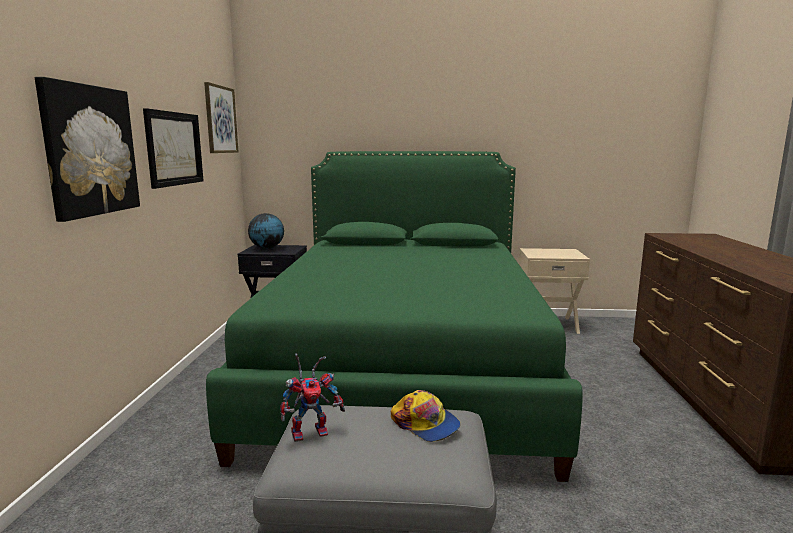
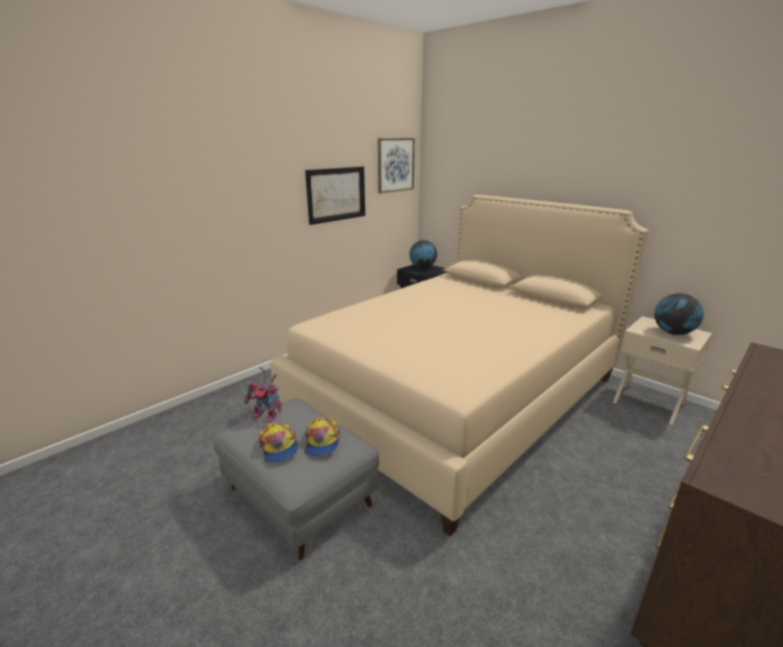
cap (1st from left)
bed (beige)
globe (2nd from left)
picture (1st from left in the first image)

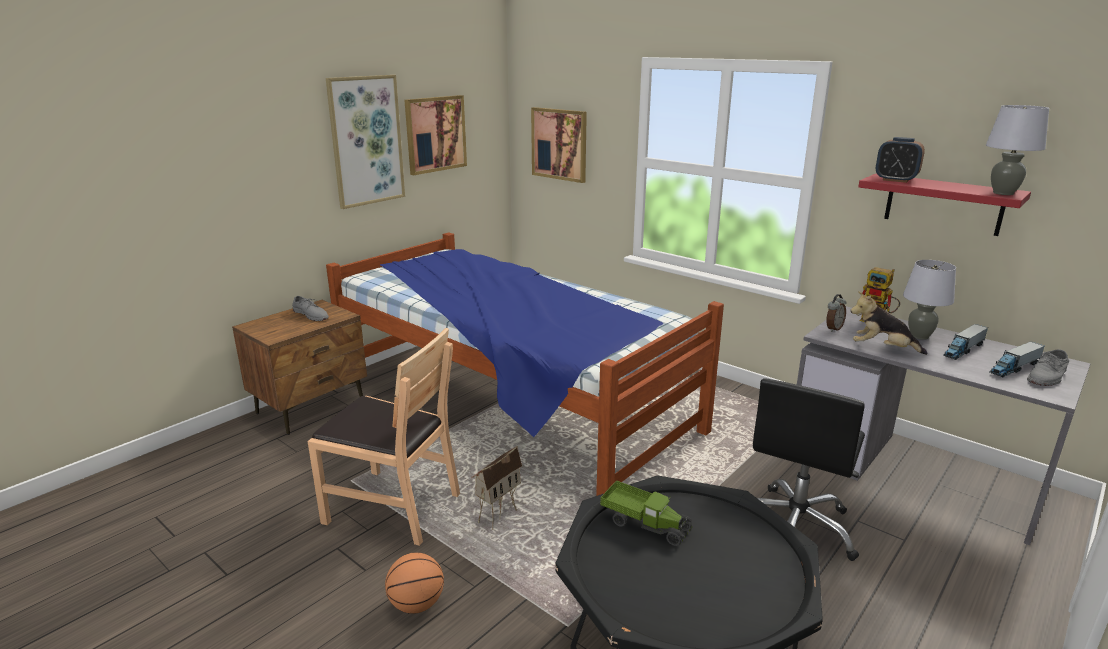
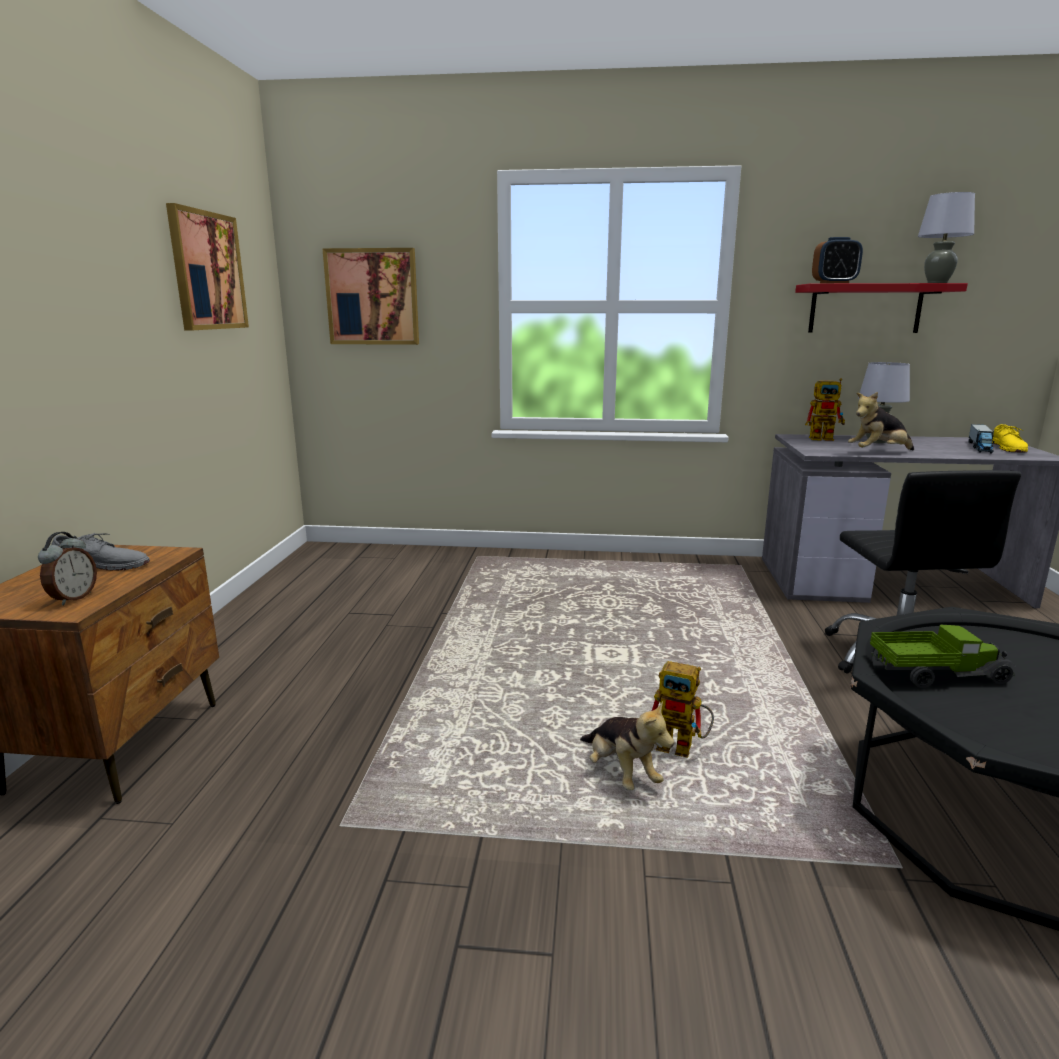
alarm clock (1st from left)
plush toy (1st from left)
toy robot (1st from left)
shoe (yellow)
chair (brown)
picture (1st from left in the first image)
bed
basketball
toy truck (2nd from left in the first image)

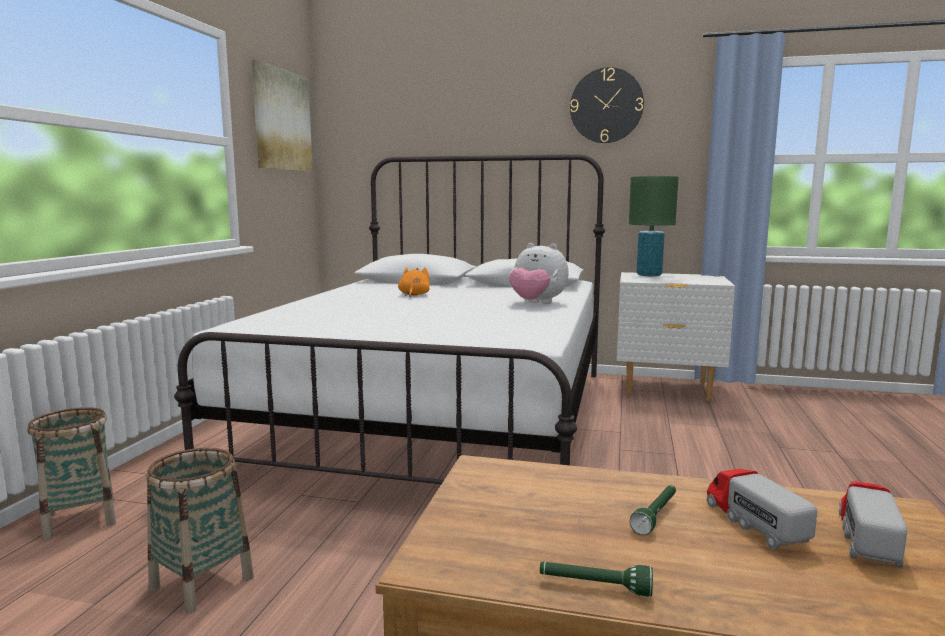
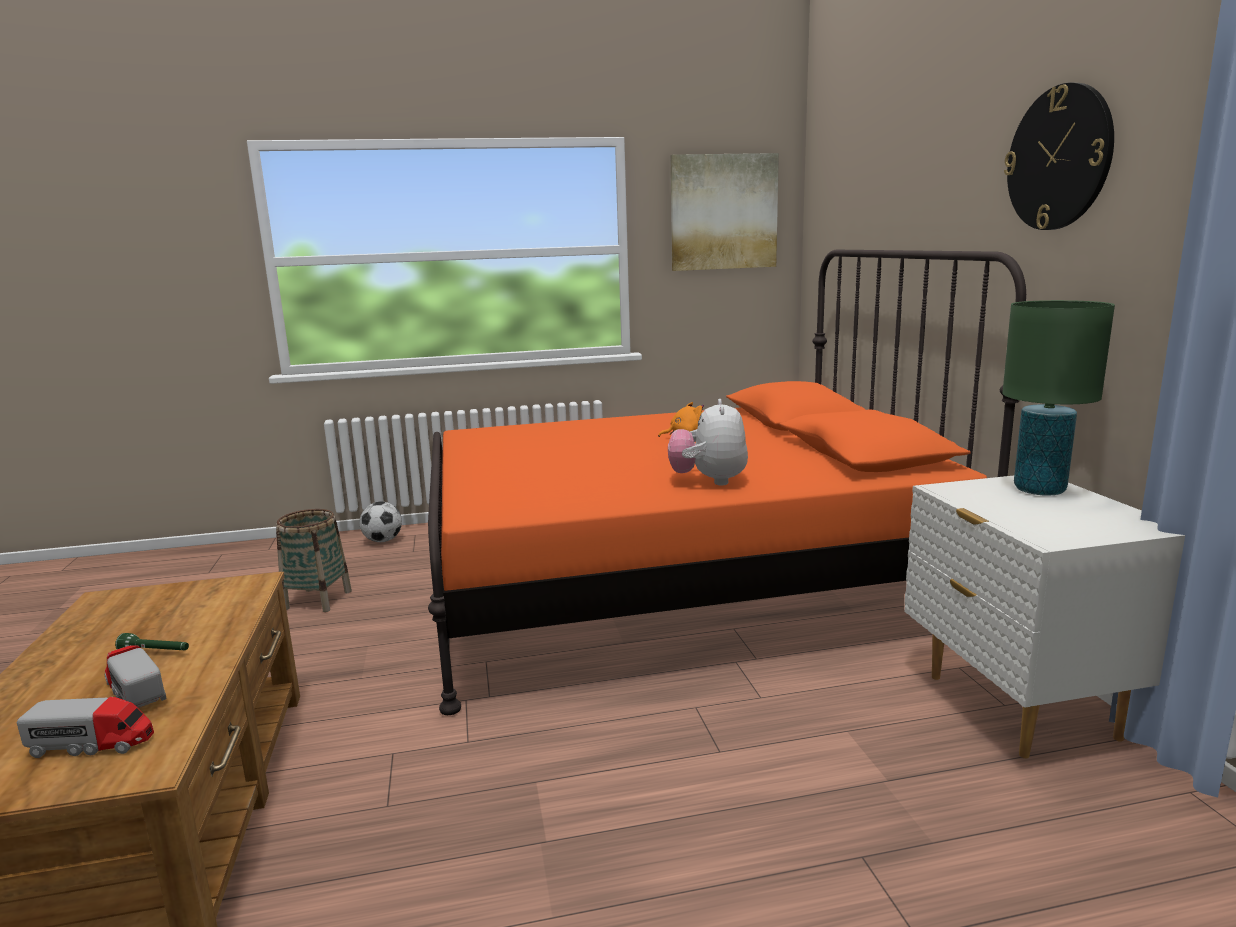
toy truck (2nd from left)
football
bed (orange)
flashlight (green) (1st from left in the first image)

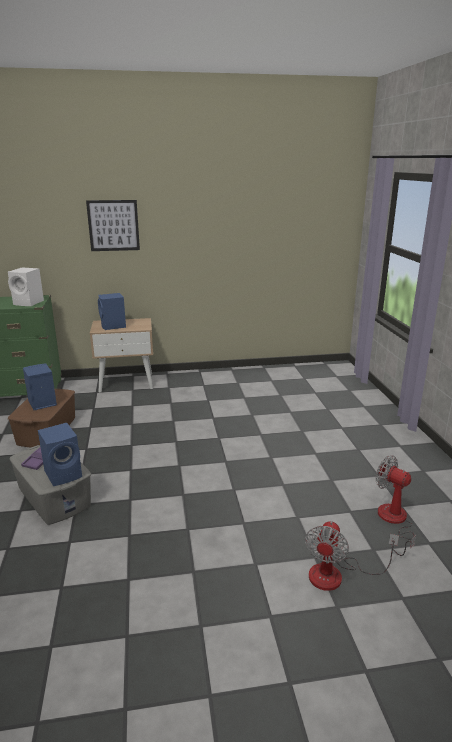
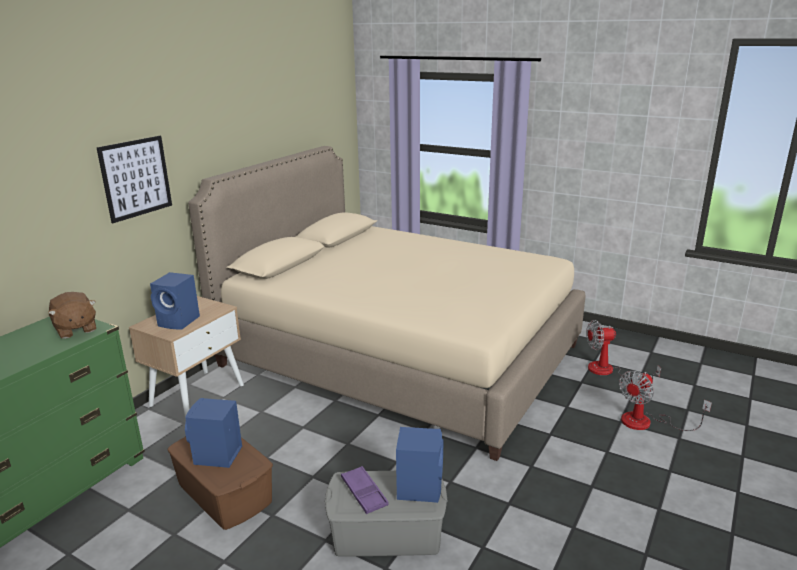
plush toy (brown)
bed (beige)
fan (2nd from left)

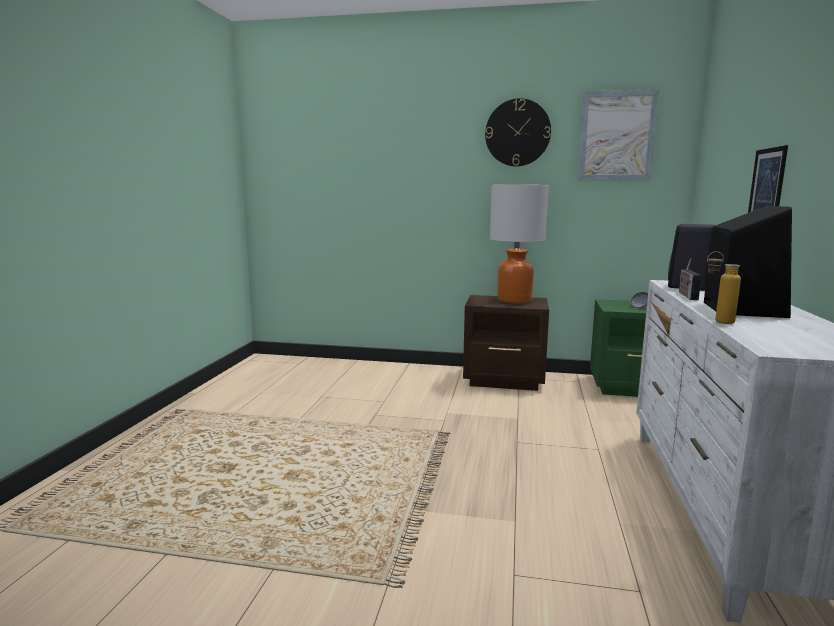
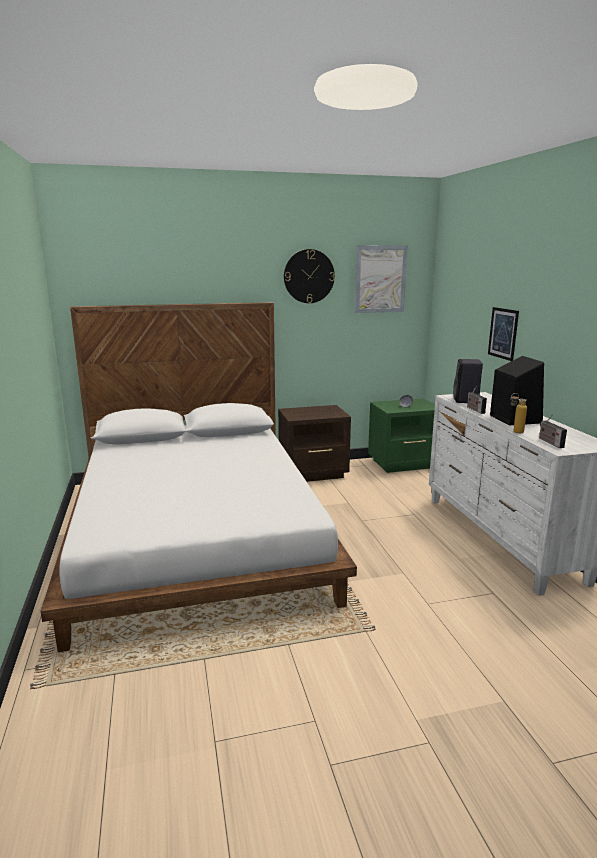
bed (white)
radio (2nd from left)
table lamp

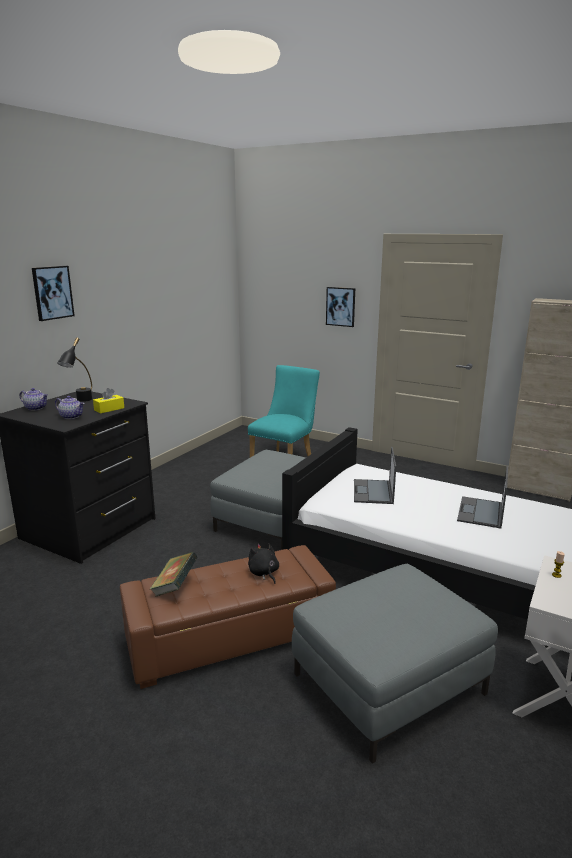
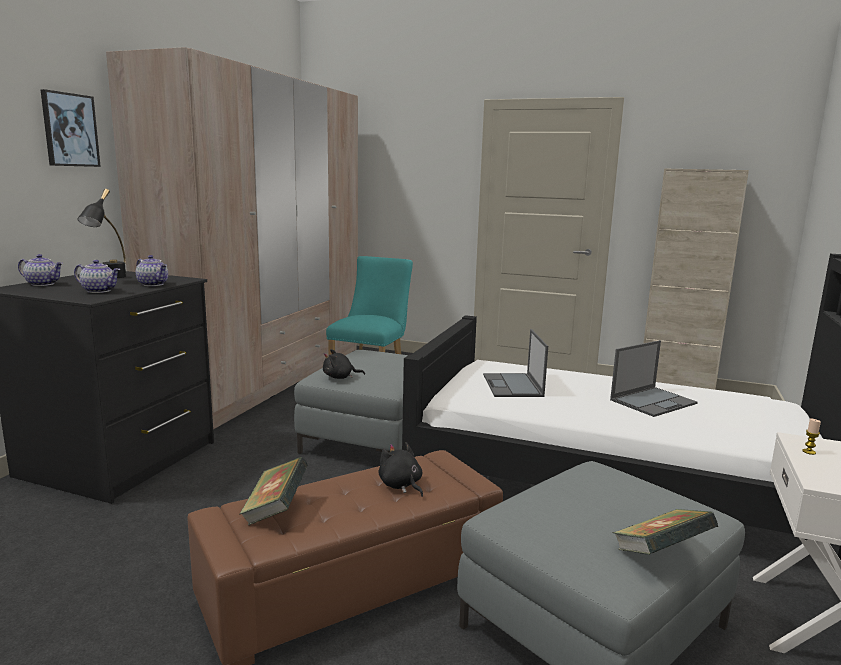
wardrobe (beige)
teapot (3rd from left)
plush toy (black) (1st from left)
laptop (2nd from left)
book (2nd from left)
picture (2nd from left in the first image)

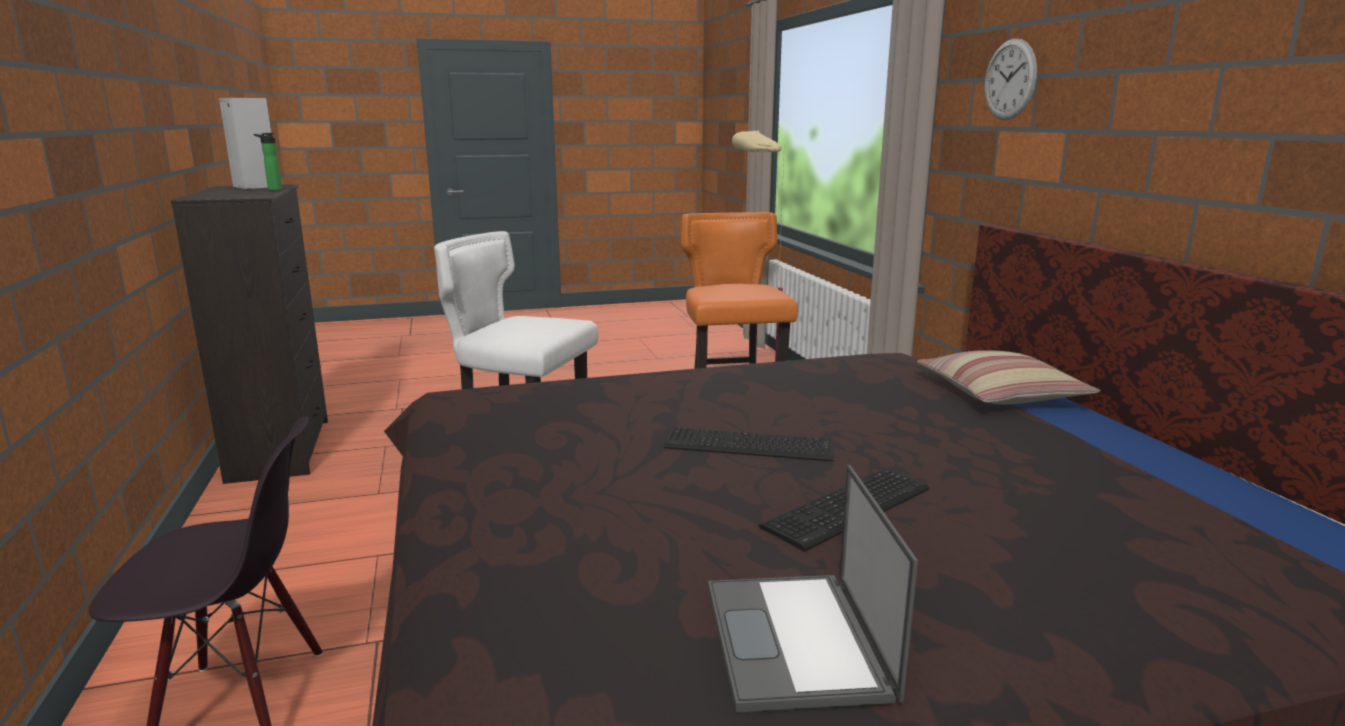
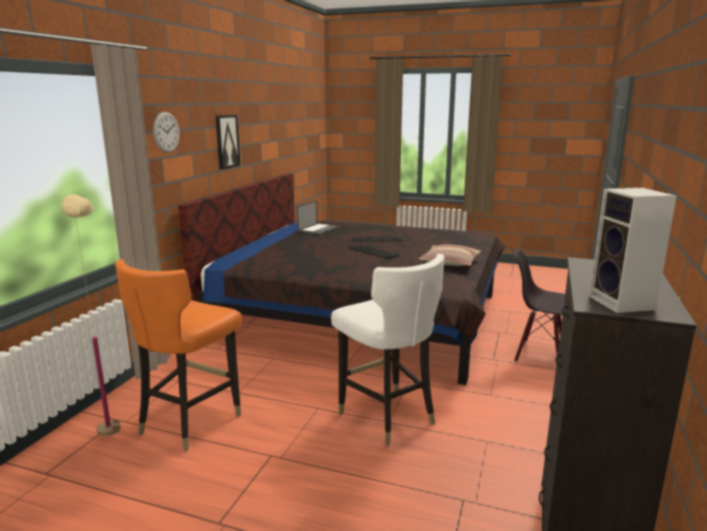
picture
laptop
pillow
bottle

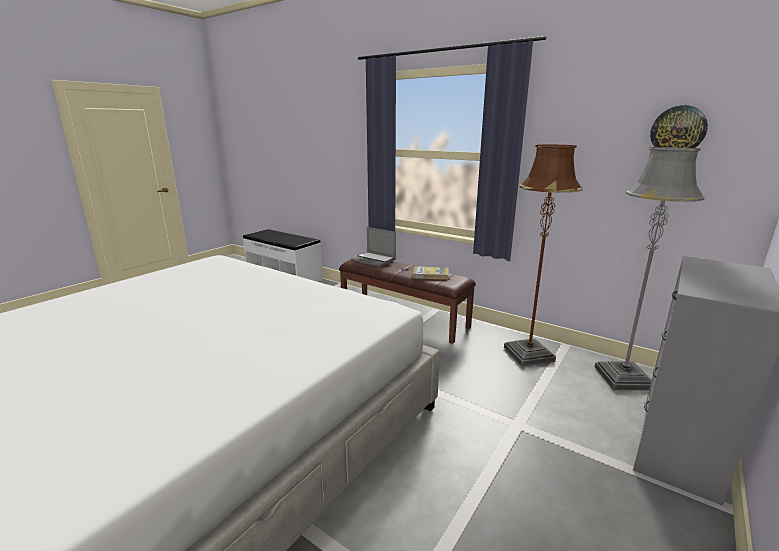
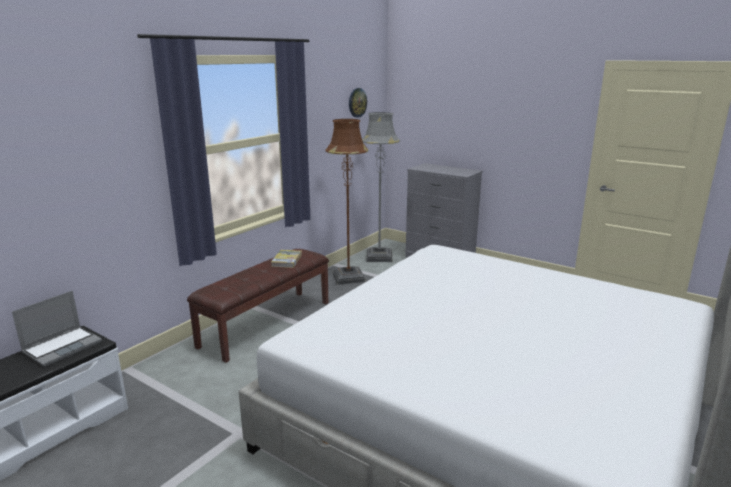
laptop

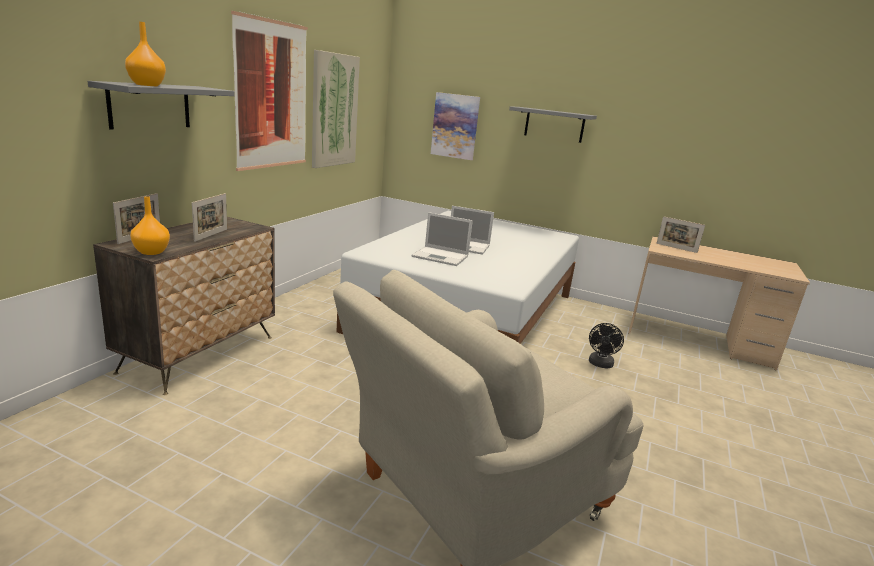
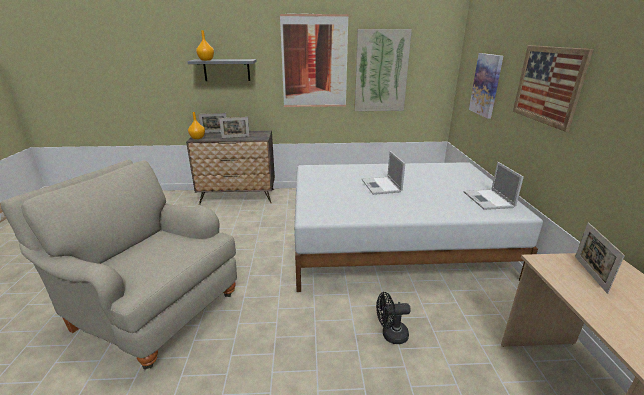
laptop (2nd from left)
picture (4th from left)

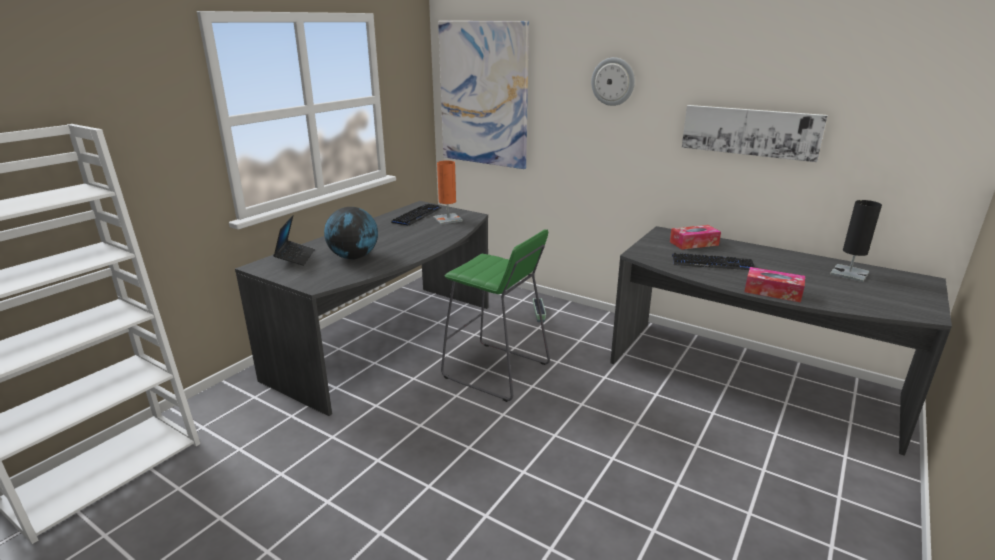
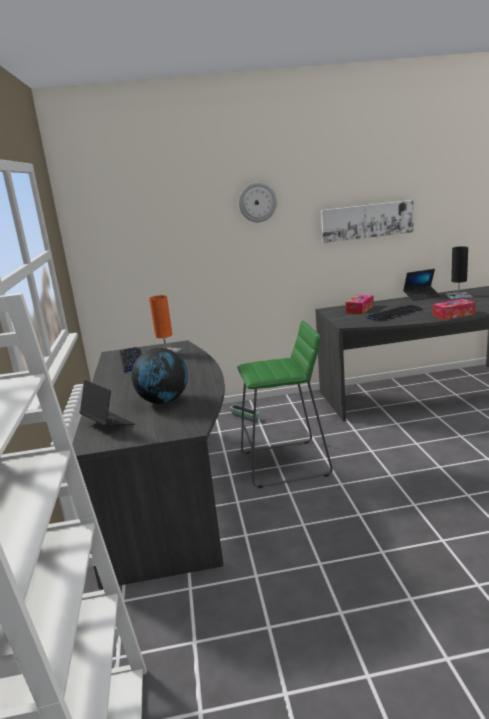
laptop (2nd from left)
picture (1st from left in the first image)

